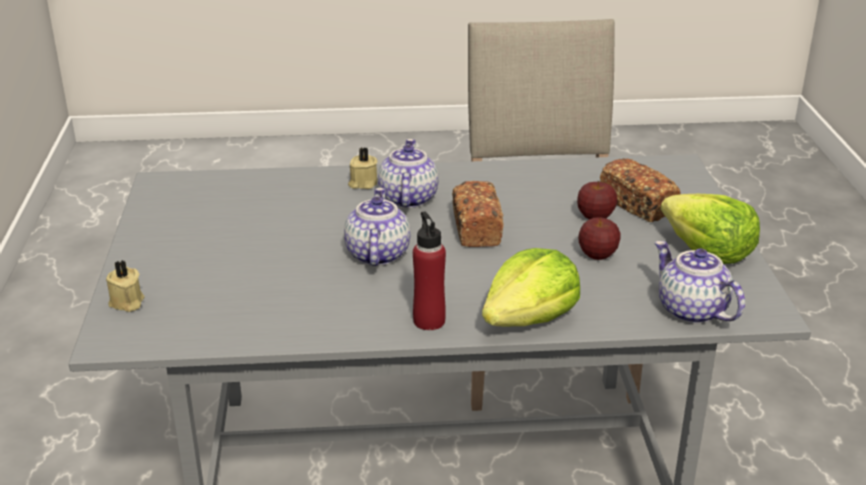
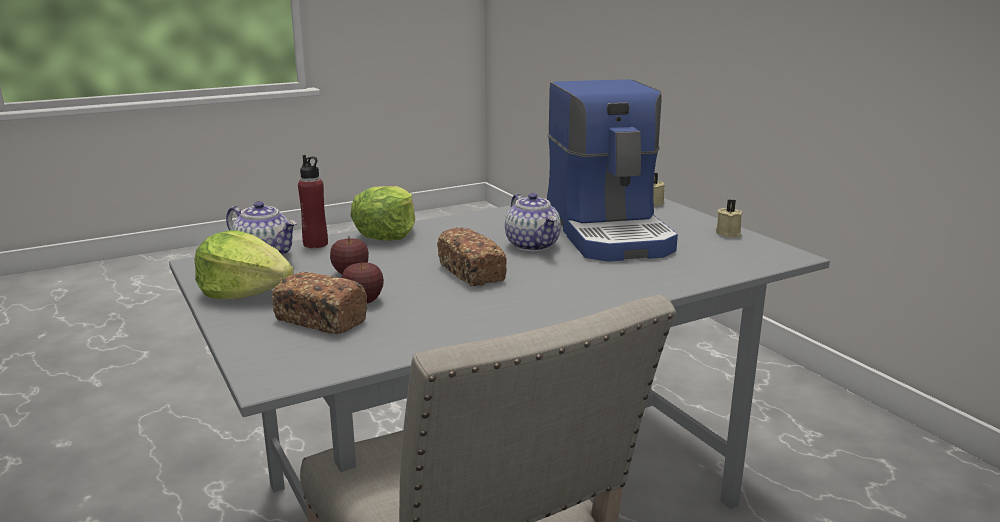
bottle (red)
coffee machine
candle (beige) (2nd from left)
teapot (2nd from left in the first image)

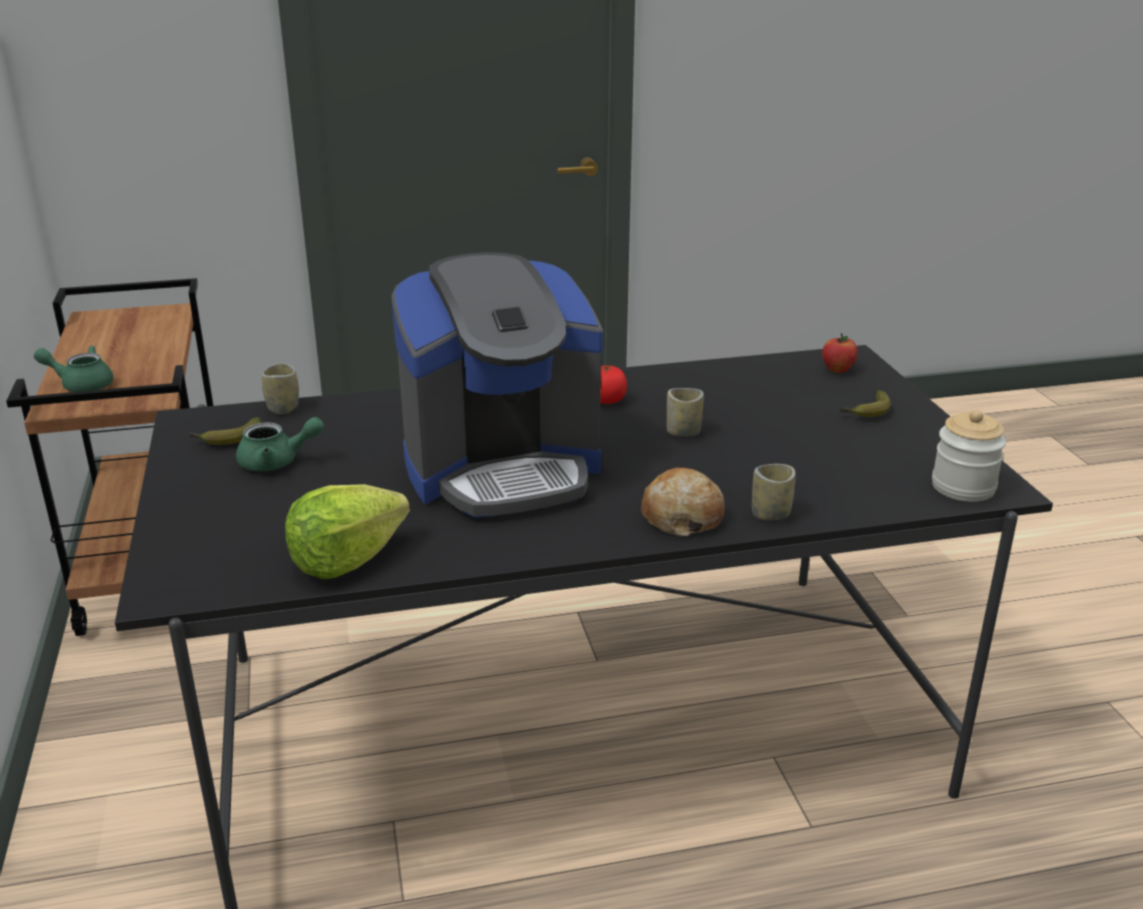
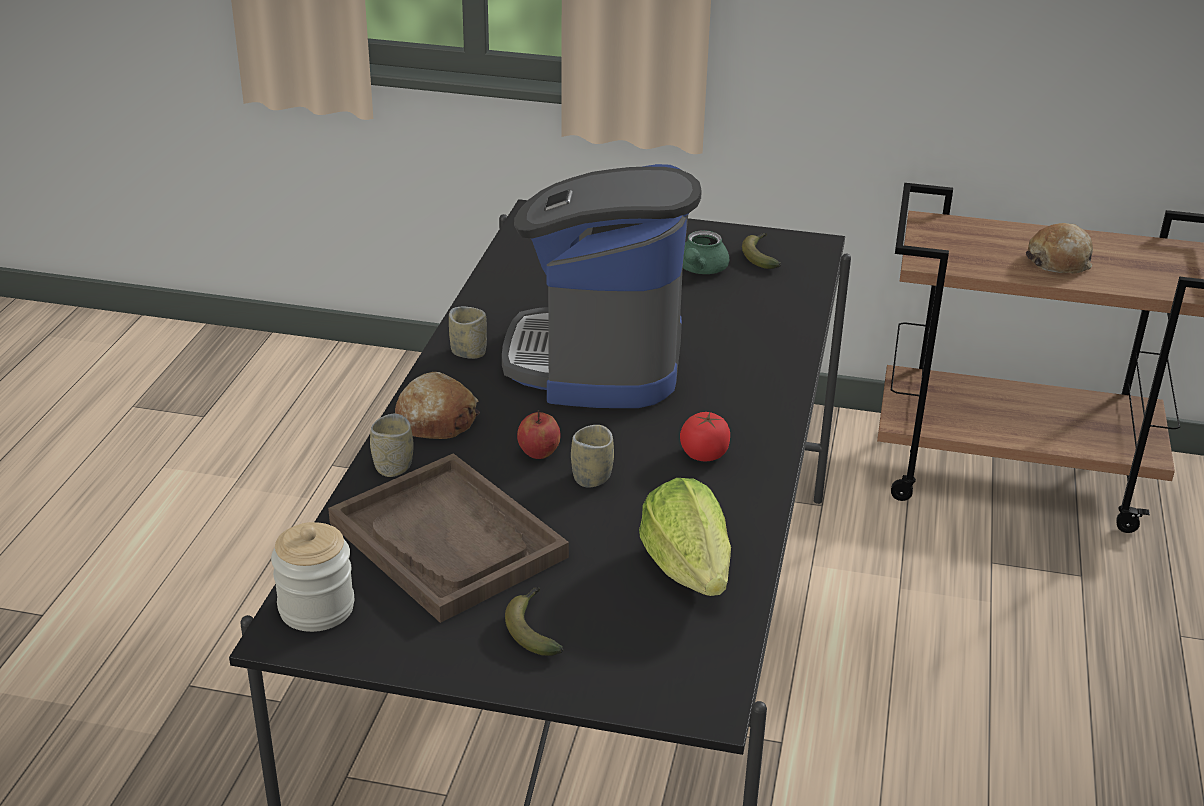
tray (brown)
cup (2nd from left)
apple
lettuce
bread (2nd from left)
teapot (green) (1st from left in the first image)

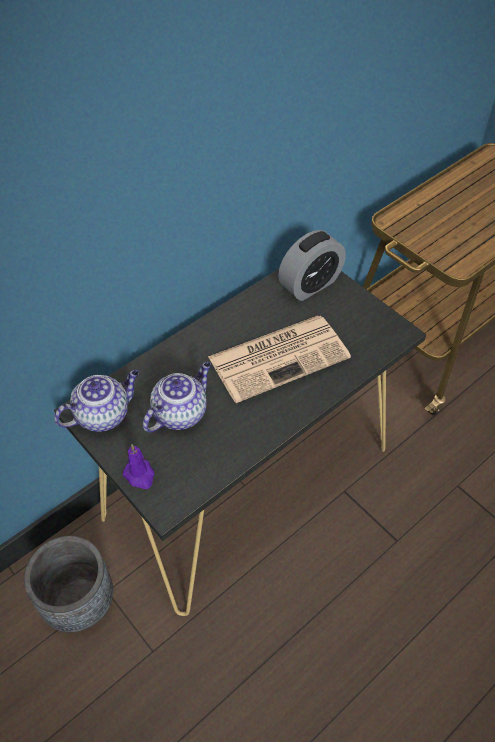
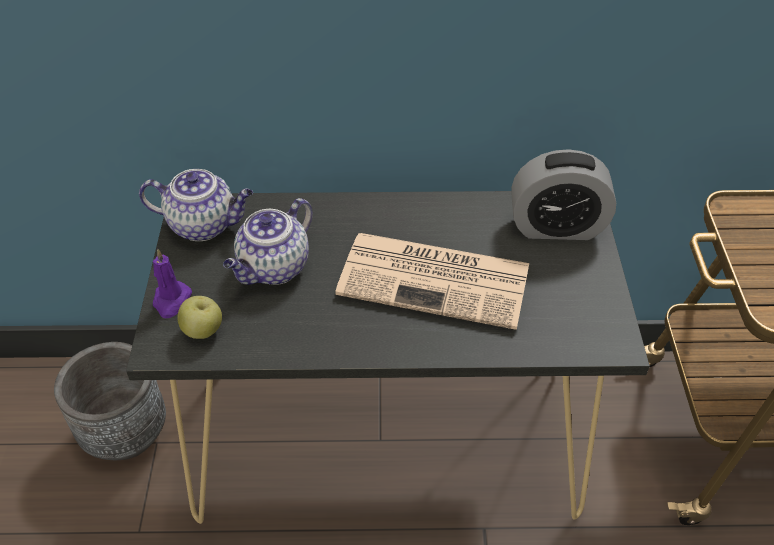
apple
teapot (2nd from left)

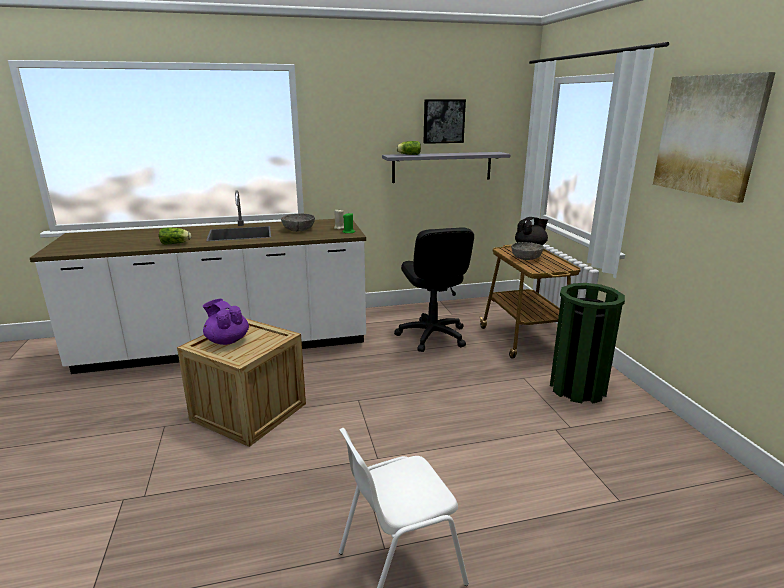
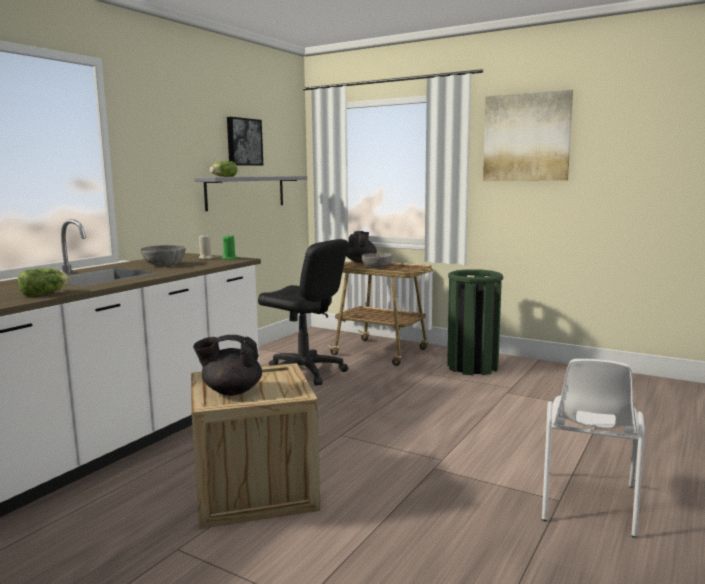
teapot (black) (1st from left)

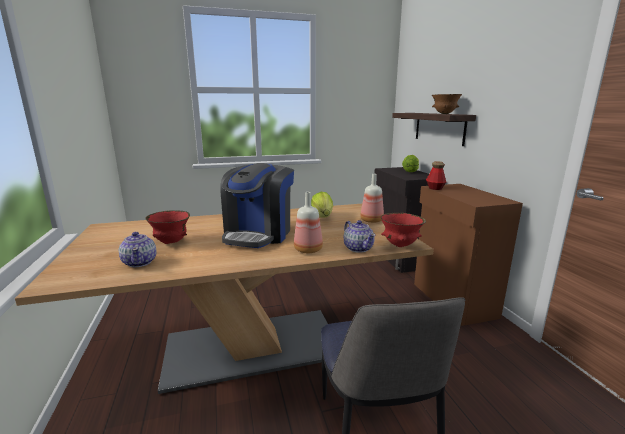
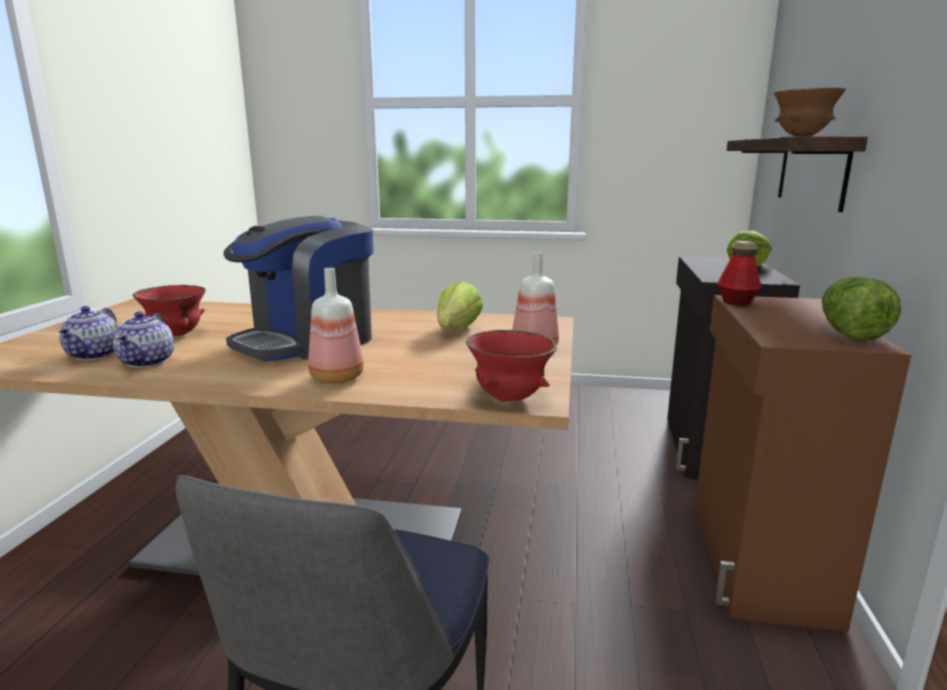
teapot (2nd from left)
lettuce (3rd from left)

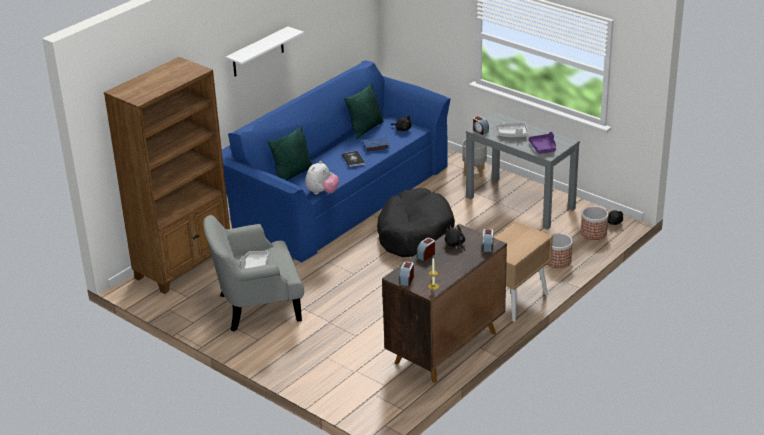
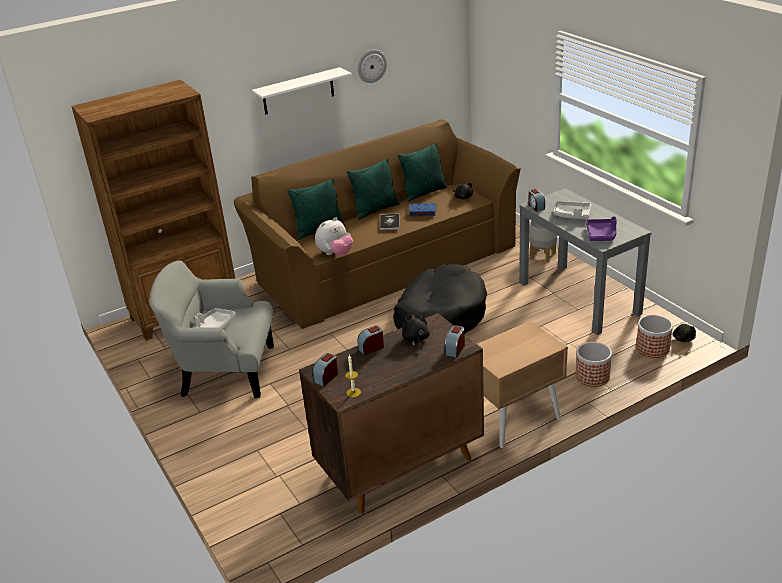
sofa (brown)
pillow (green) (2nd from left)
wall clock

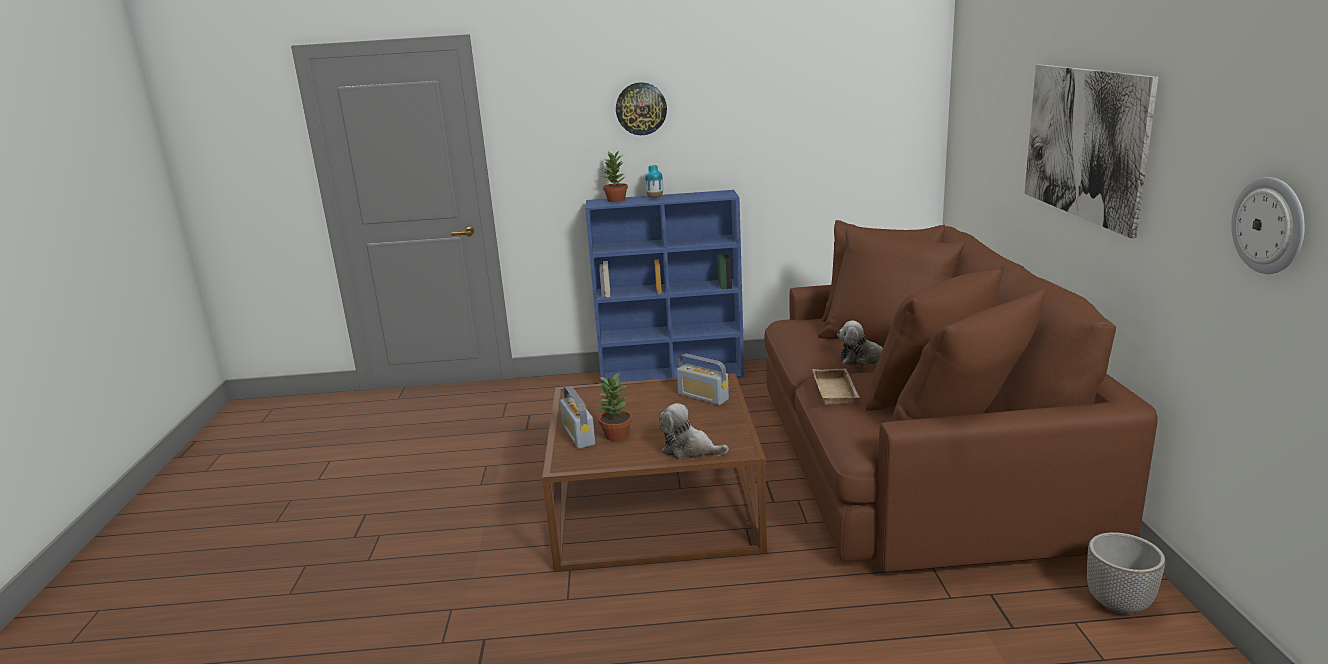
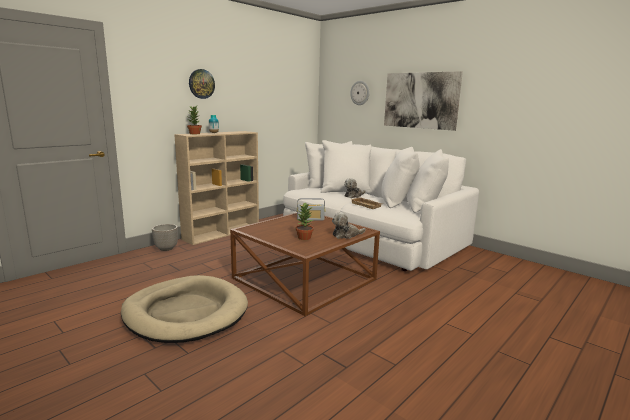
dog bed (beige)
planter
bookcase (beige)
sofa (white)
wall clock (2nd from left)
radio (1st from left in the first image)

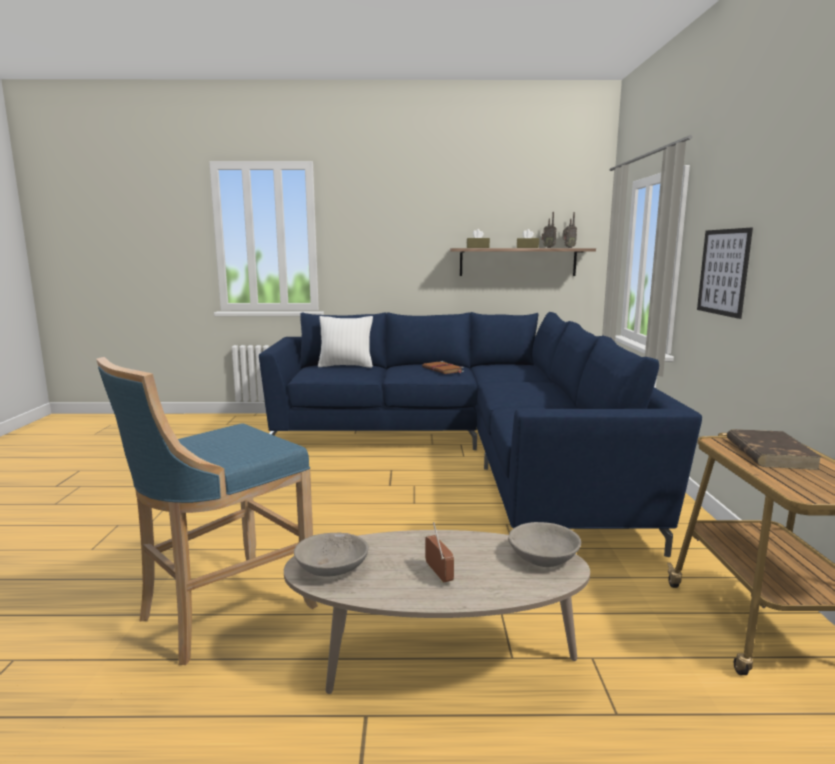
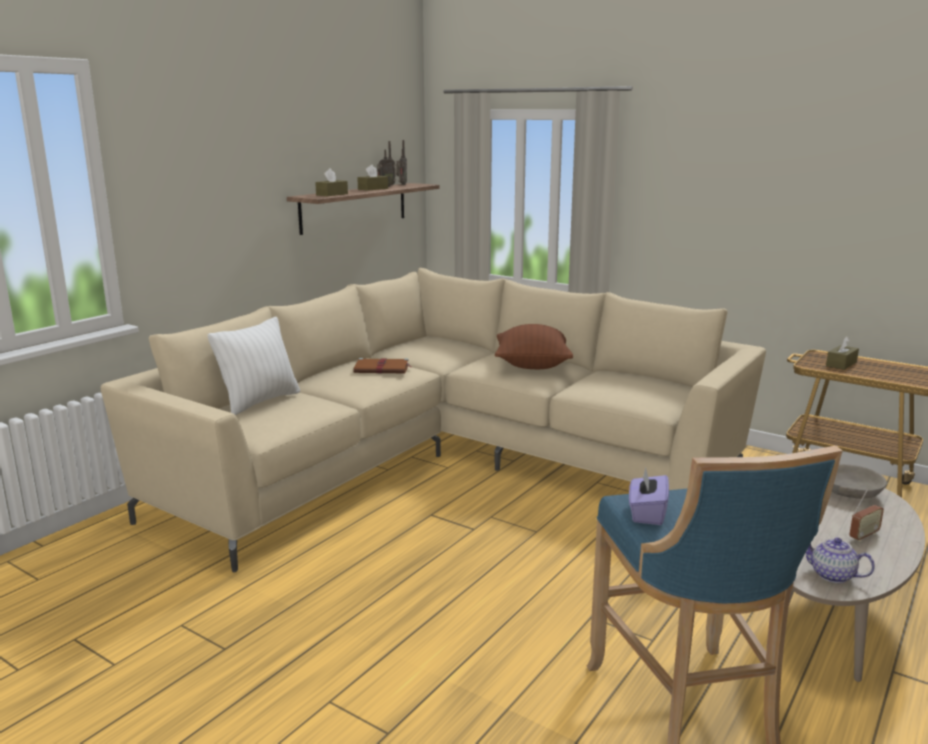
sofa (beige)
pillow (brown)
tissue box (purple)
teapot
tissue box (brown) (3rd from left)
radio (3rd from left)
picture

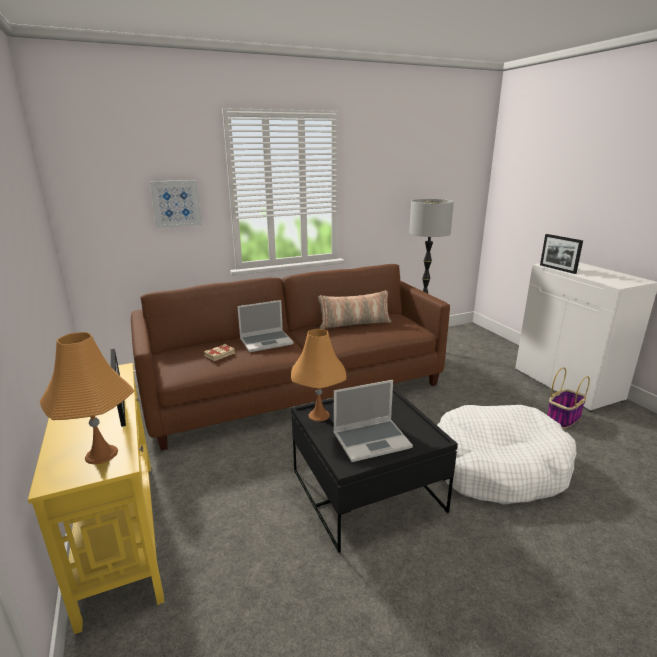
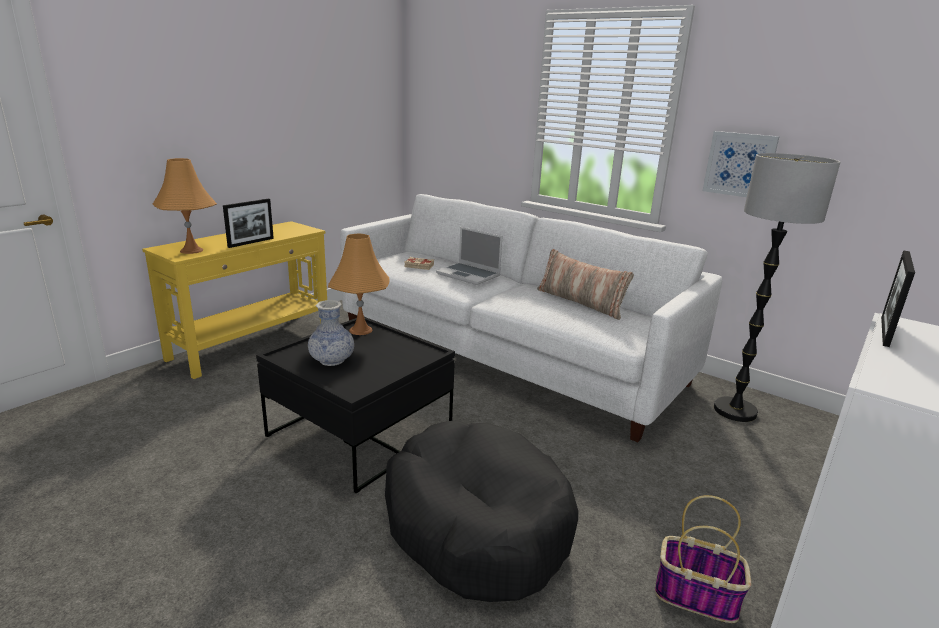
vase
sofa (white)
dog bed (black)
picture

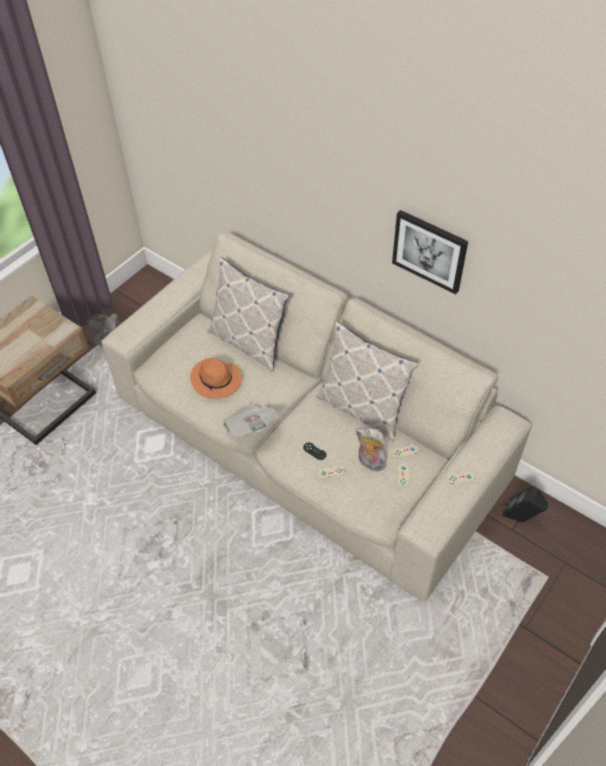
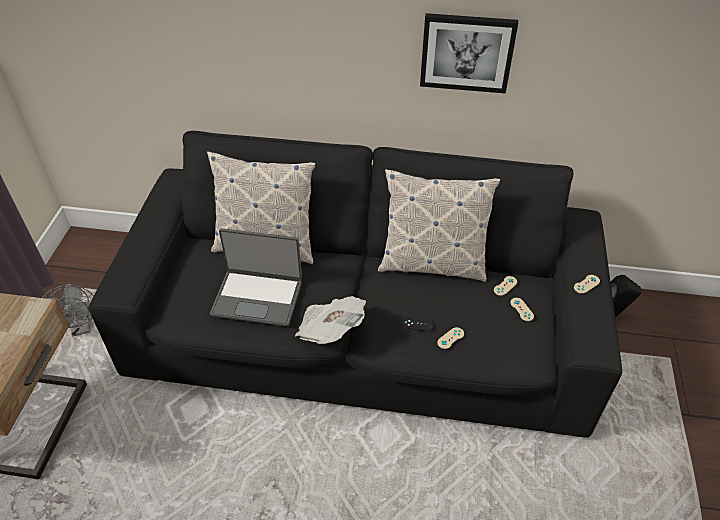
sofa (black)
laptop
plush toy

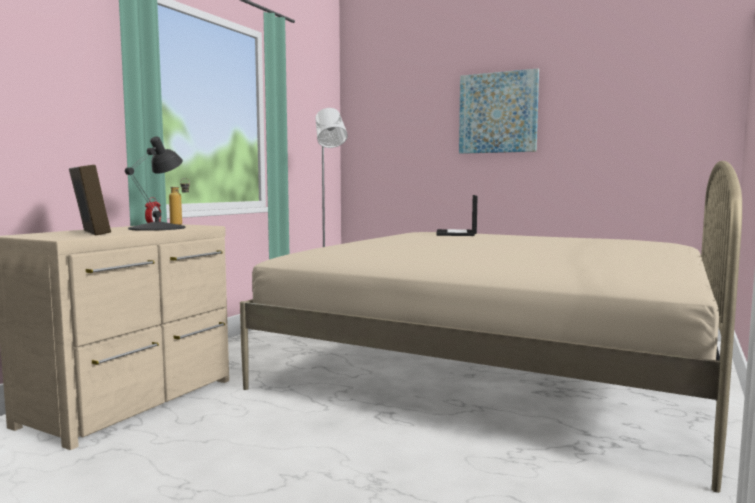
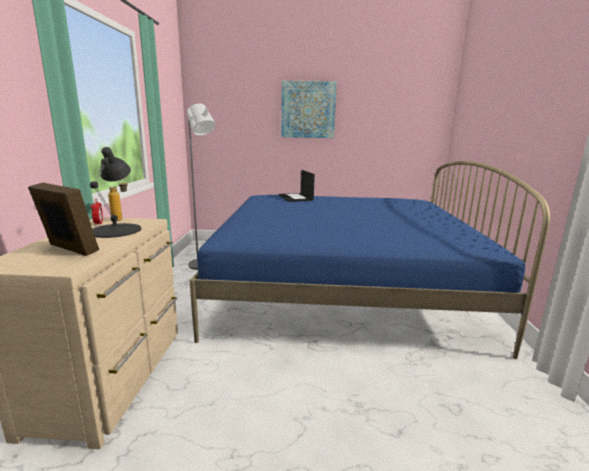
bed (blue)

